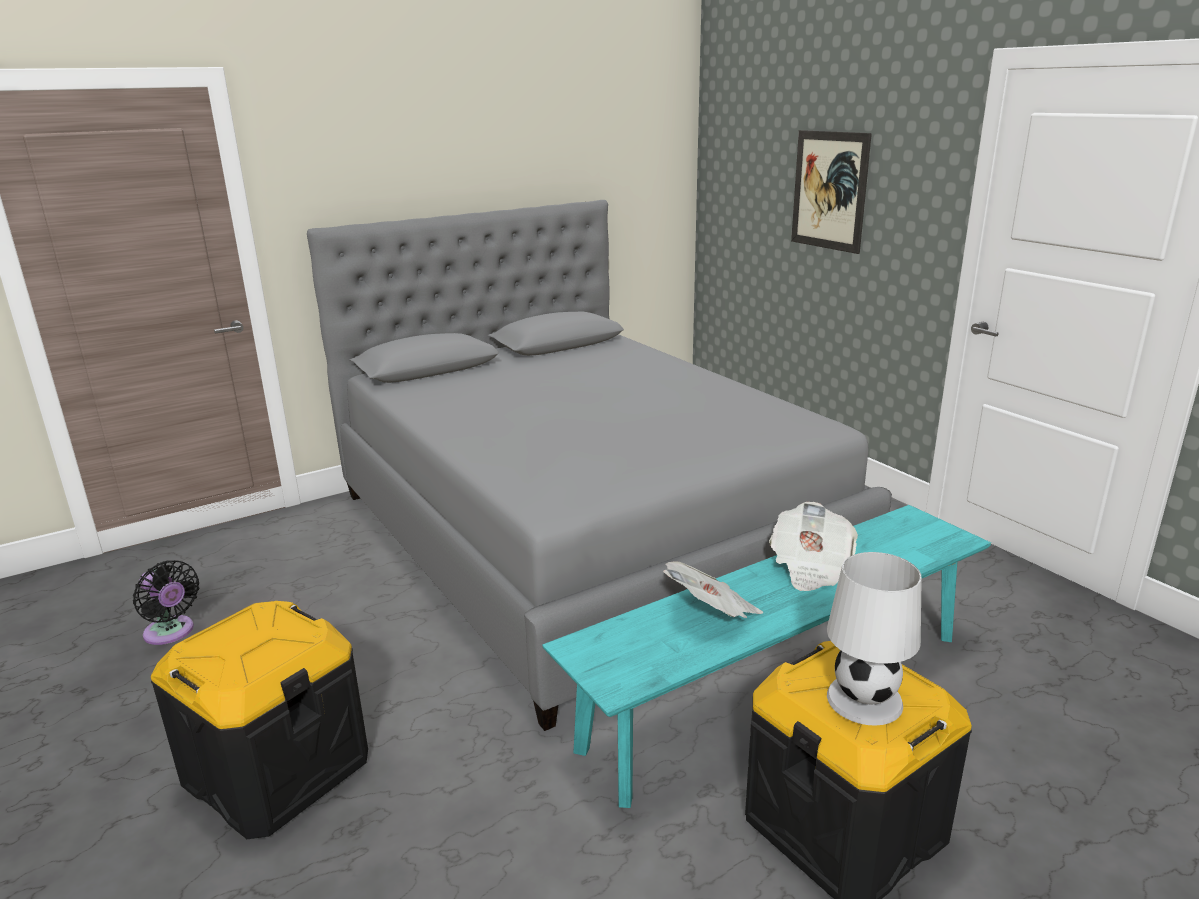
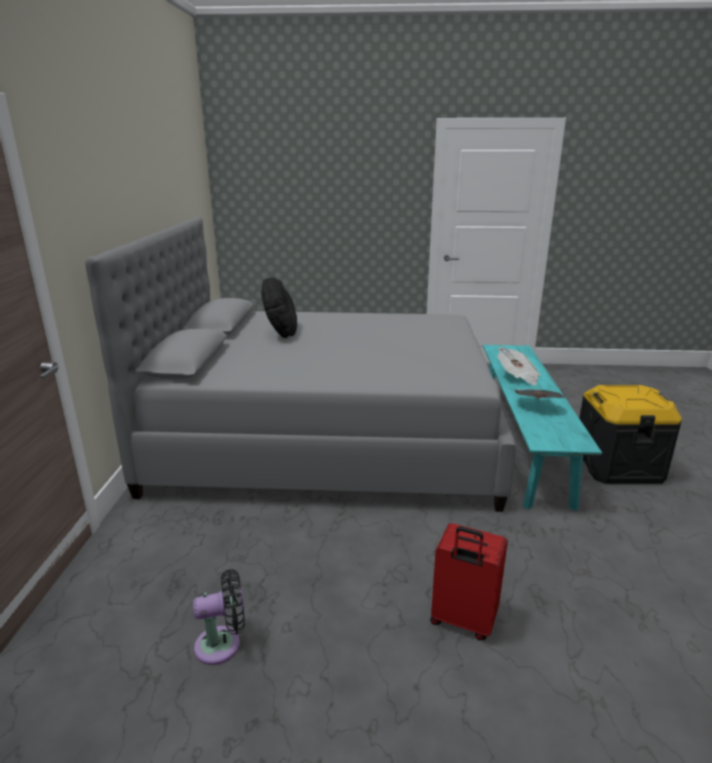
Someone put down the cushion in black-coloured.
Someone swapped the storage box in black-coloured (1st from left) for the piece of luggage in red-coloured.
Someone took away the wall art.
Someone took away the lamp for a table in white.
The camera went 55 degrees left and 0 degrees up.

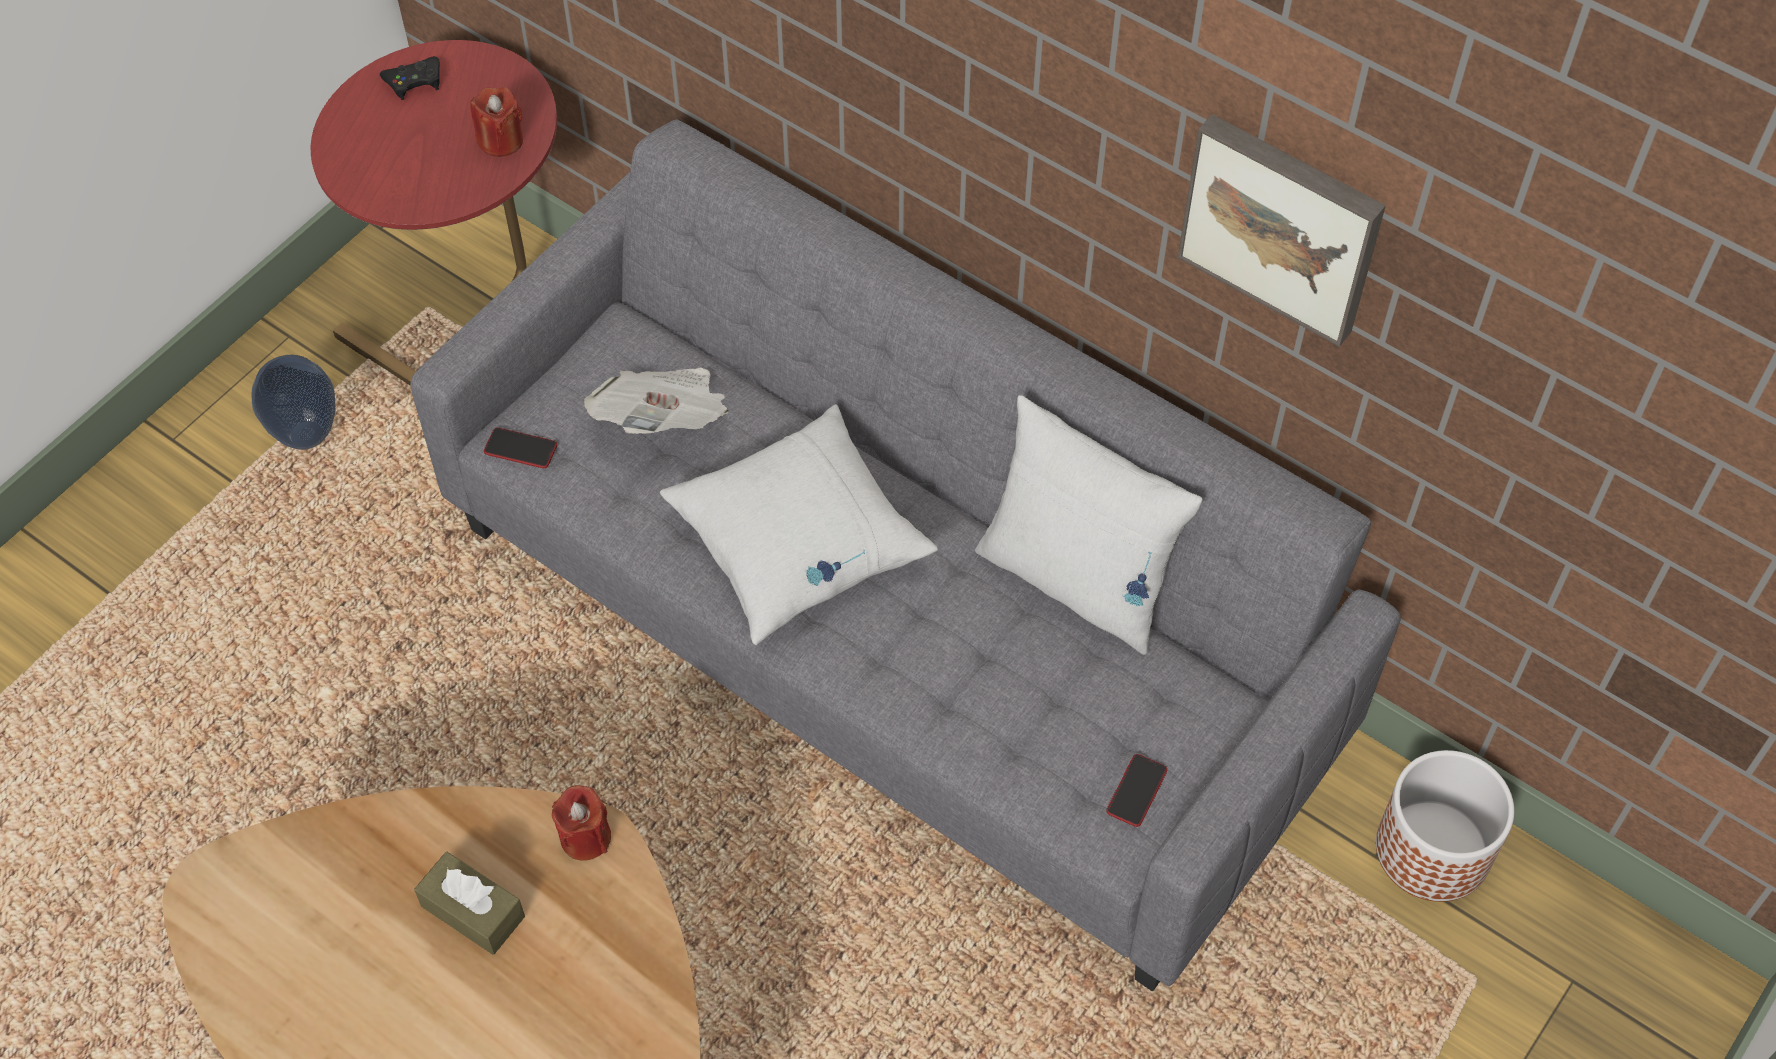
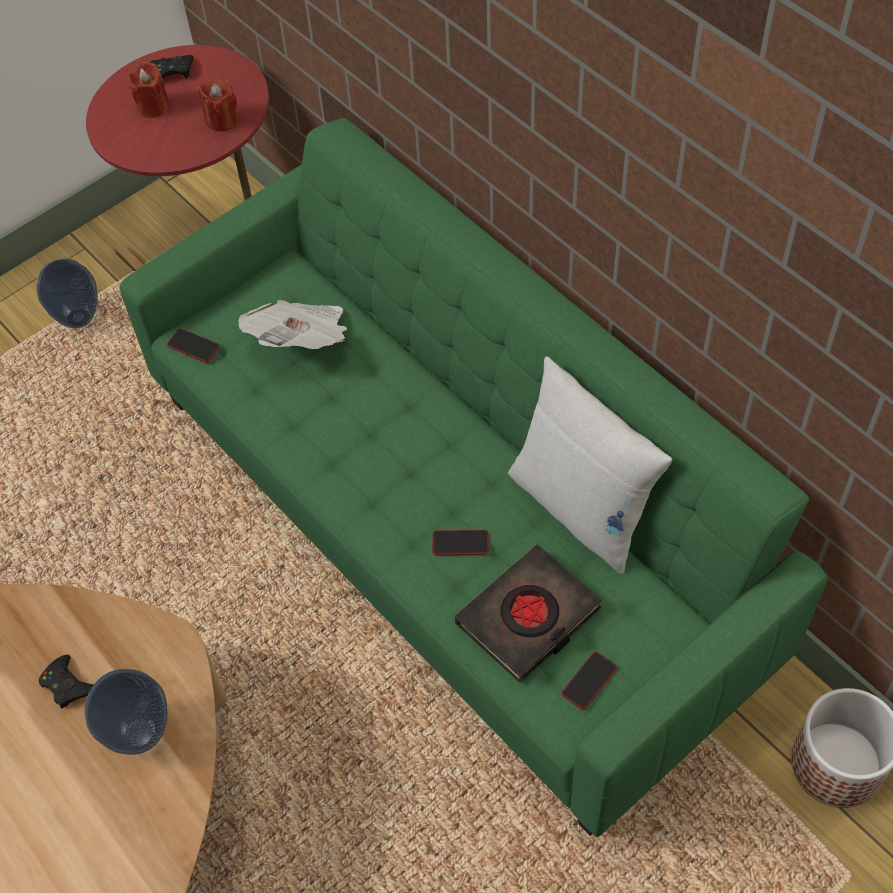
Someone swapped the tissue box in brown for the joypad in black-coloured (1st from left).
Someone put down the vase (2nd from left).
Someone repainted the couch in grey, which became the couch in green-coloured.
Someone carried the wax candle in red-coloured (2nd from left in the first image).
Someone put down the telephone (2nd from left).
Someone put down the book in black-coloured.
Someone took away the cushion in grey (1st from left).
Someone took away the wall art.
The camera went 15 degrees right and 0 degrees up.

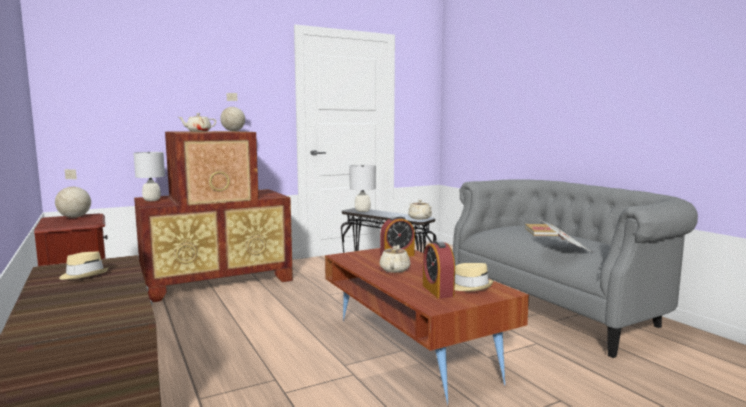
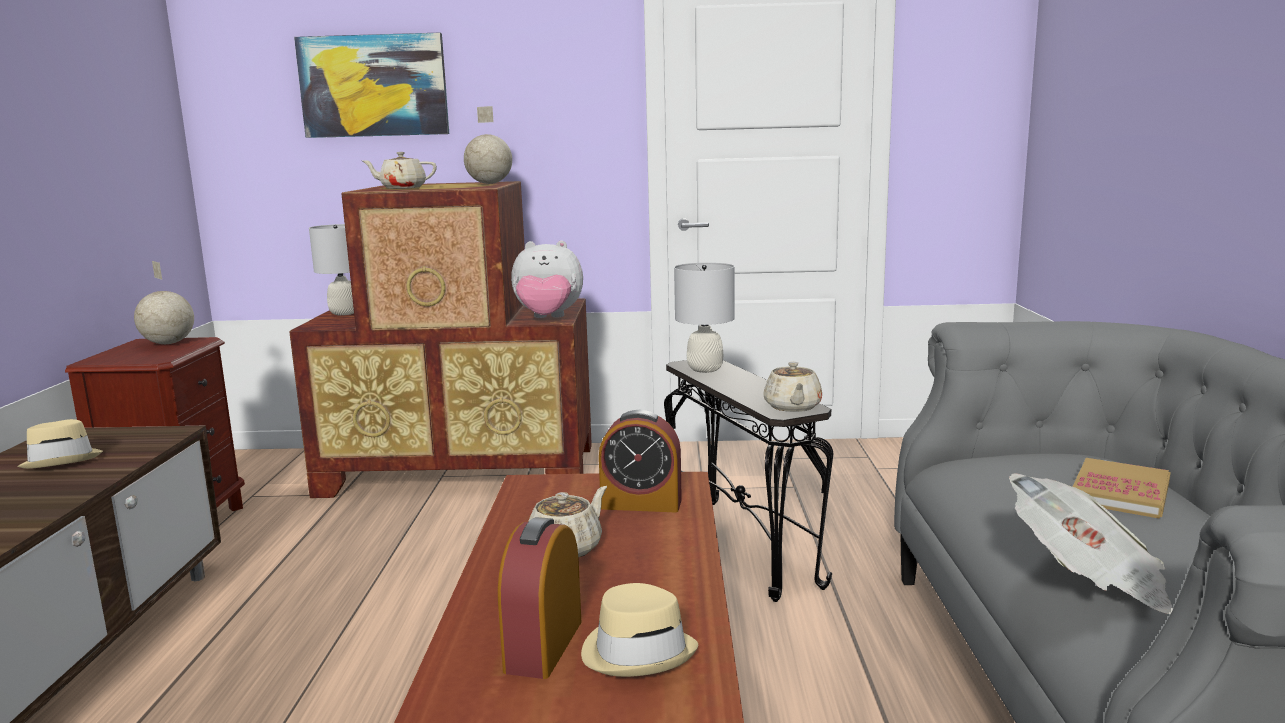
Someone put up the wall art.
Someone put down the soft toy.
The camera went 30 degrees right and 5 degrees up.

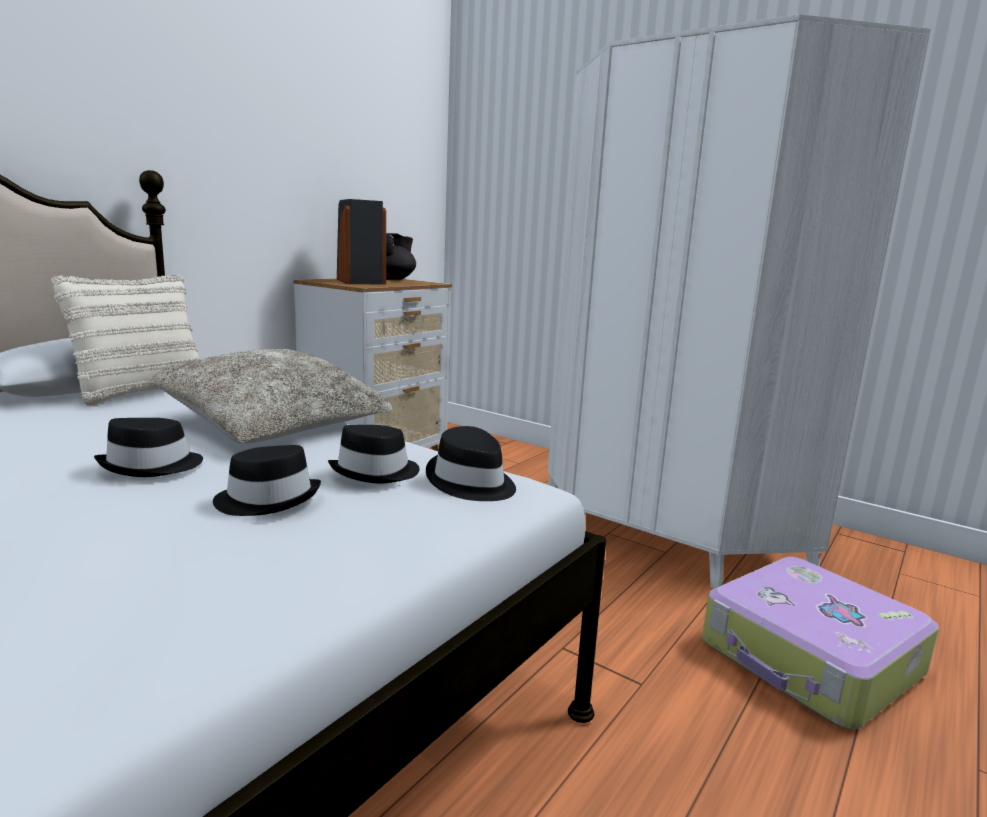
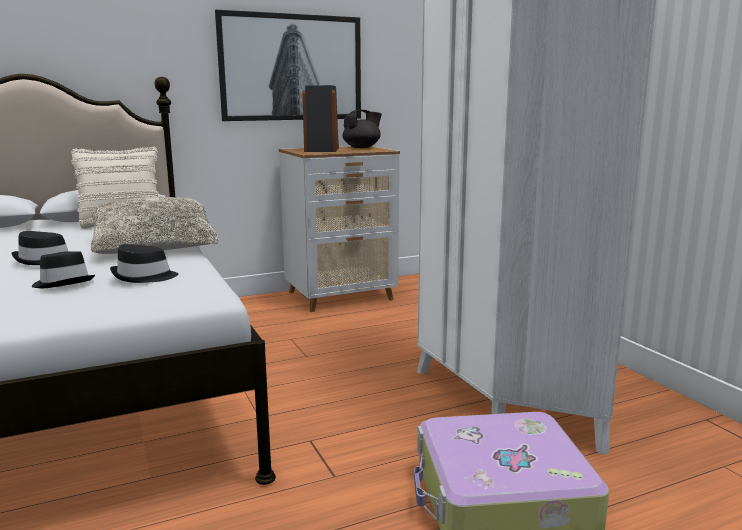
Someone put up the wall art.
Someone took away the clothing hat in black-coloured (4th from left).
The camera went 30 degrees right and 0 degrees up.

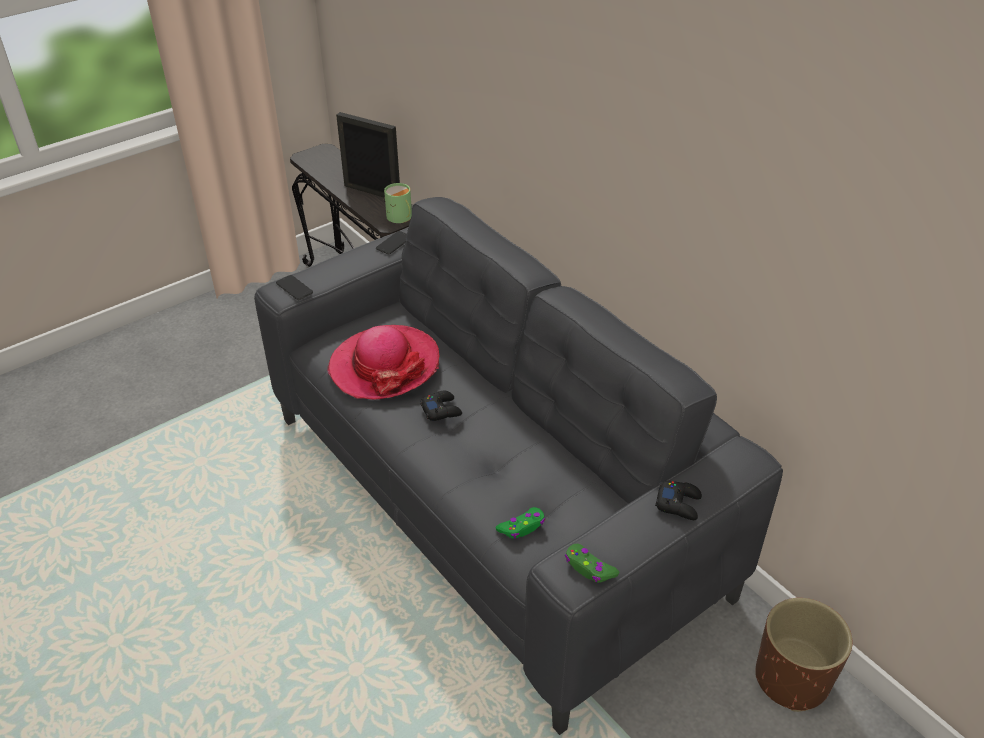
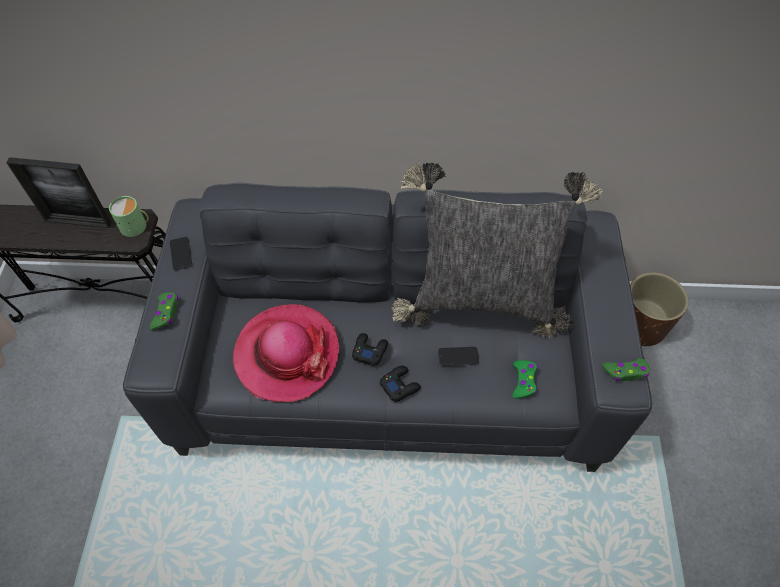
Someone rotated the picture frame by 150 degrees counterclockwise.
Someone put down the joypad in green-coloured (1st from left).
Someone carried the joypad in black-coloured (2nd from left).
Someone put down the cushion.
Someone carried the telephone (1st from left in the first image).
The camera went 50 degrees left and 15 degrees up.

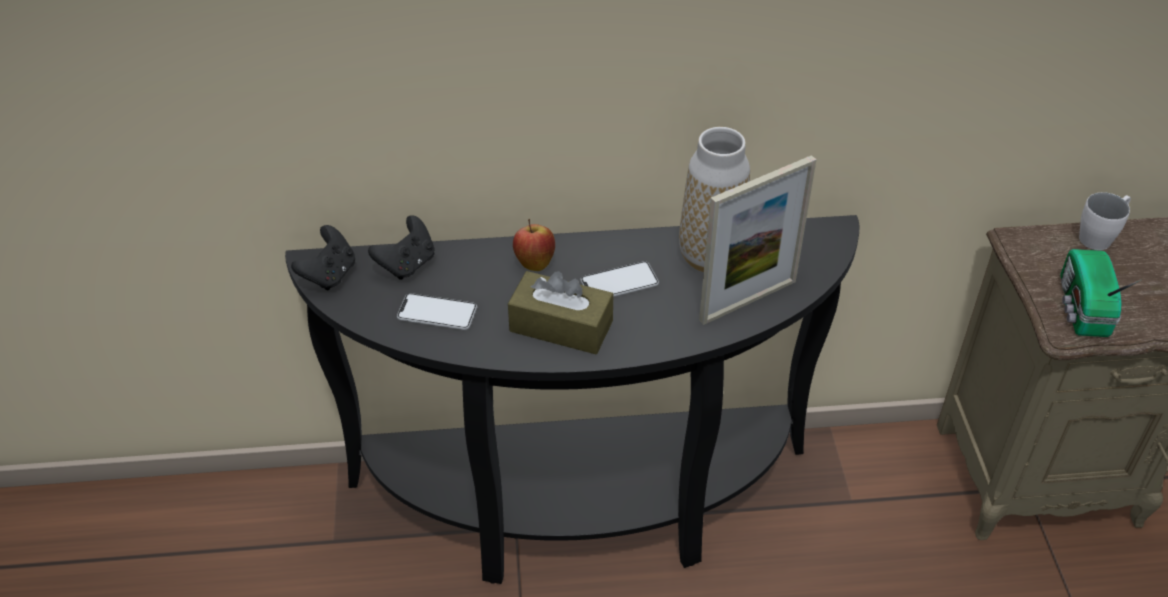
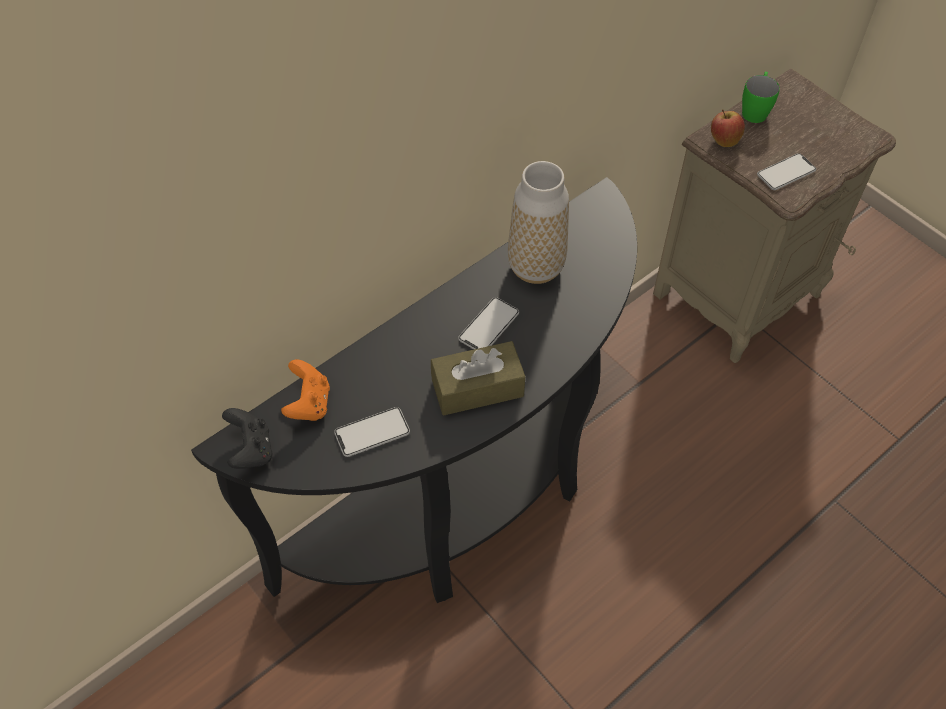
Someone repainted the joypad in black-coloured (2nd from left), which became the joypad in orangey.
Someone carried the apple.
Someone repainted the coffee mug in white, which became the coffee mug in green-coloured.
Someone swapped the radio set for the telephone (3rd from left).
Someone took away the picture frame.
The camera went 35 degrees left and 10 degrees up.

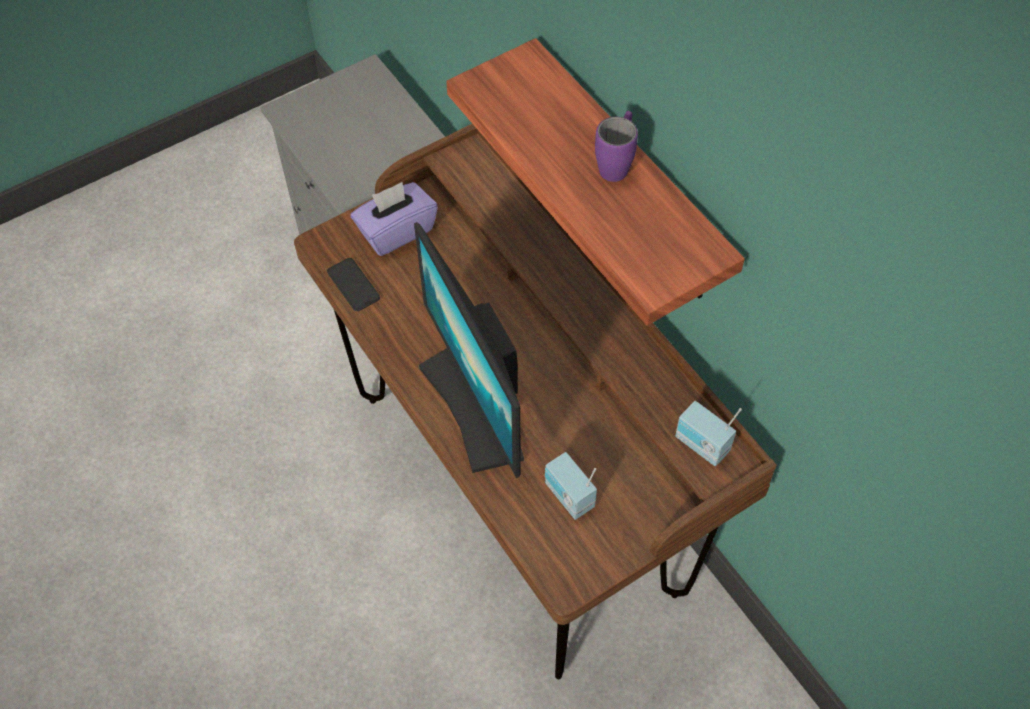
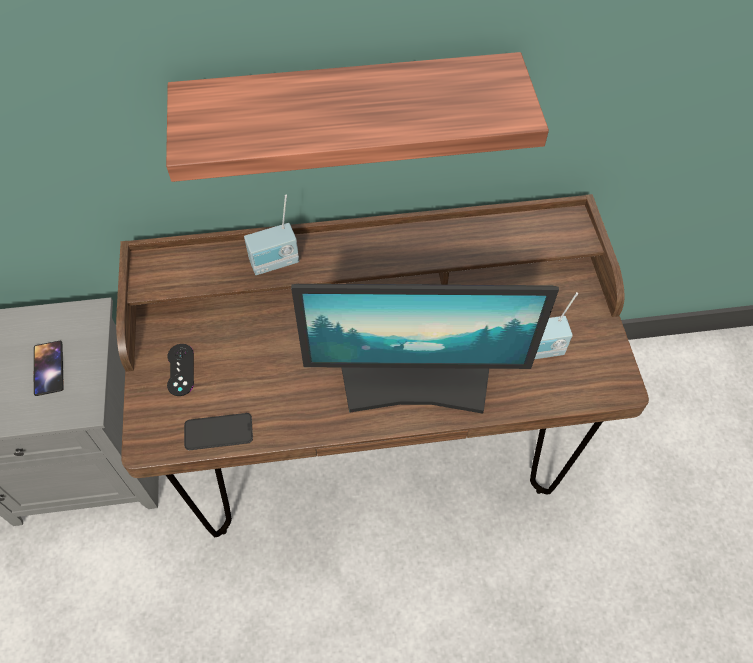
Someone put down the telephone (1st from left).
Someone swapped the tissue box in purple-coloured for the joypad in black-coloured.
Someone carried the radio set (2nd from left in the first image).
Someone took away the coffee mug in purple-coloured.
The camera went 65 degrees left and 0 degrees up.

